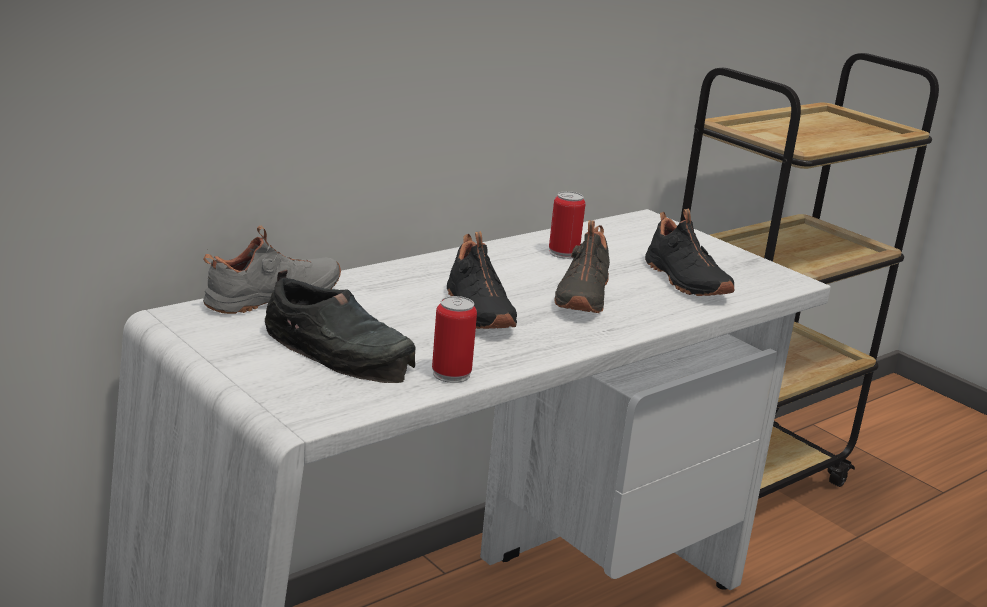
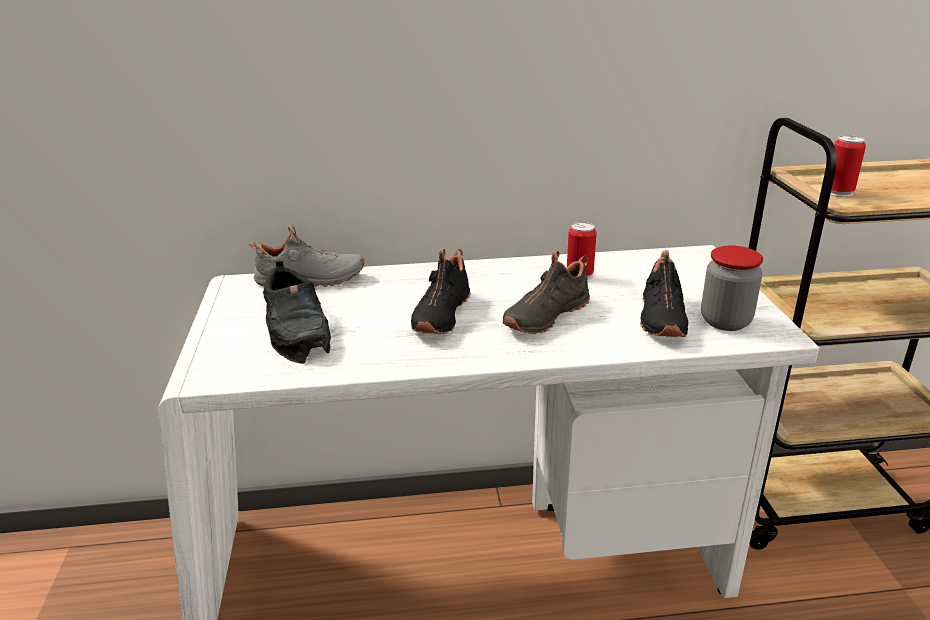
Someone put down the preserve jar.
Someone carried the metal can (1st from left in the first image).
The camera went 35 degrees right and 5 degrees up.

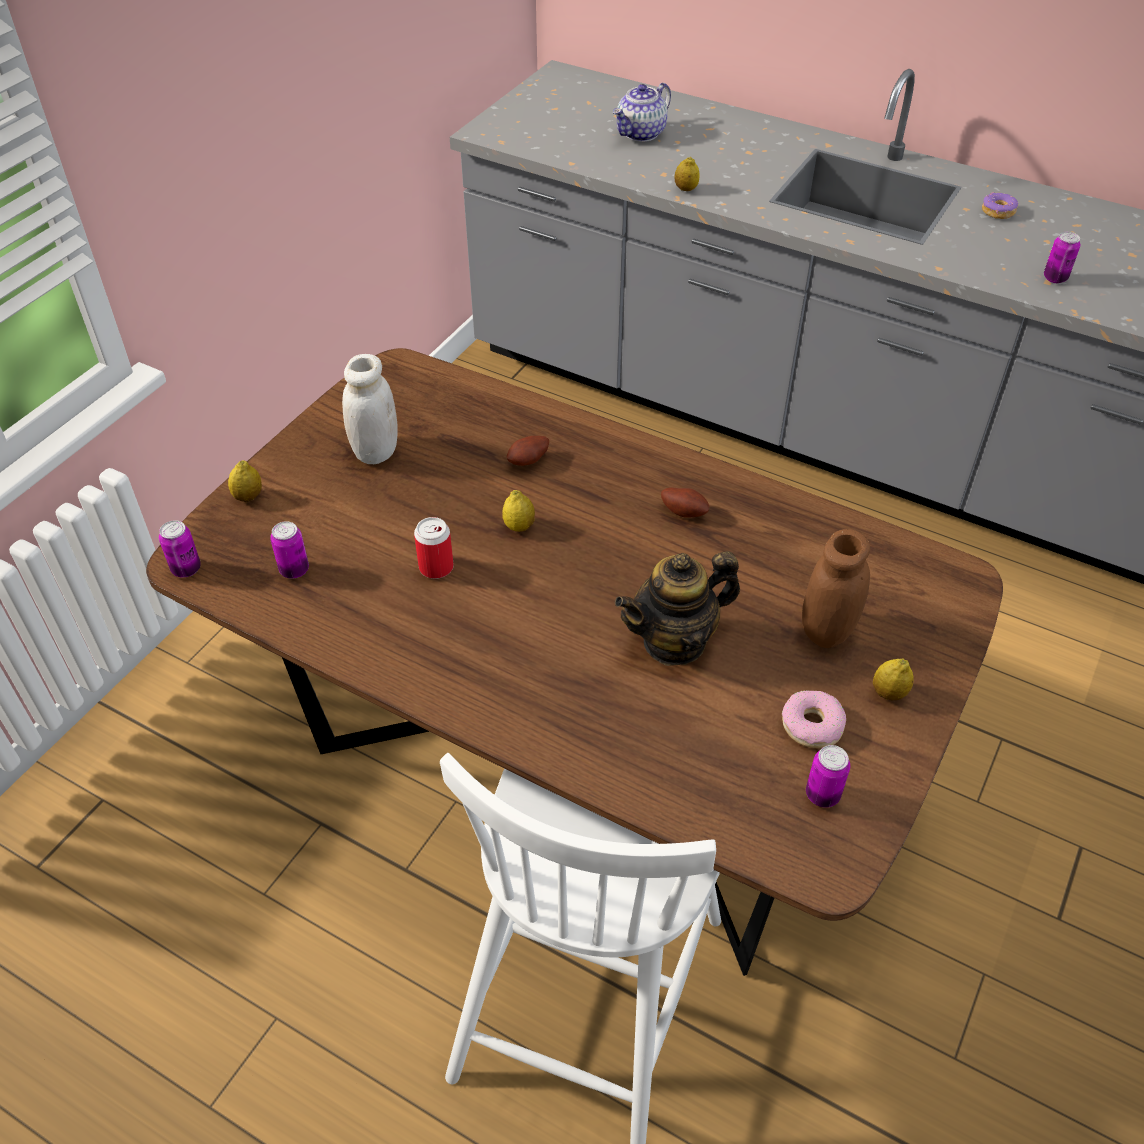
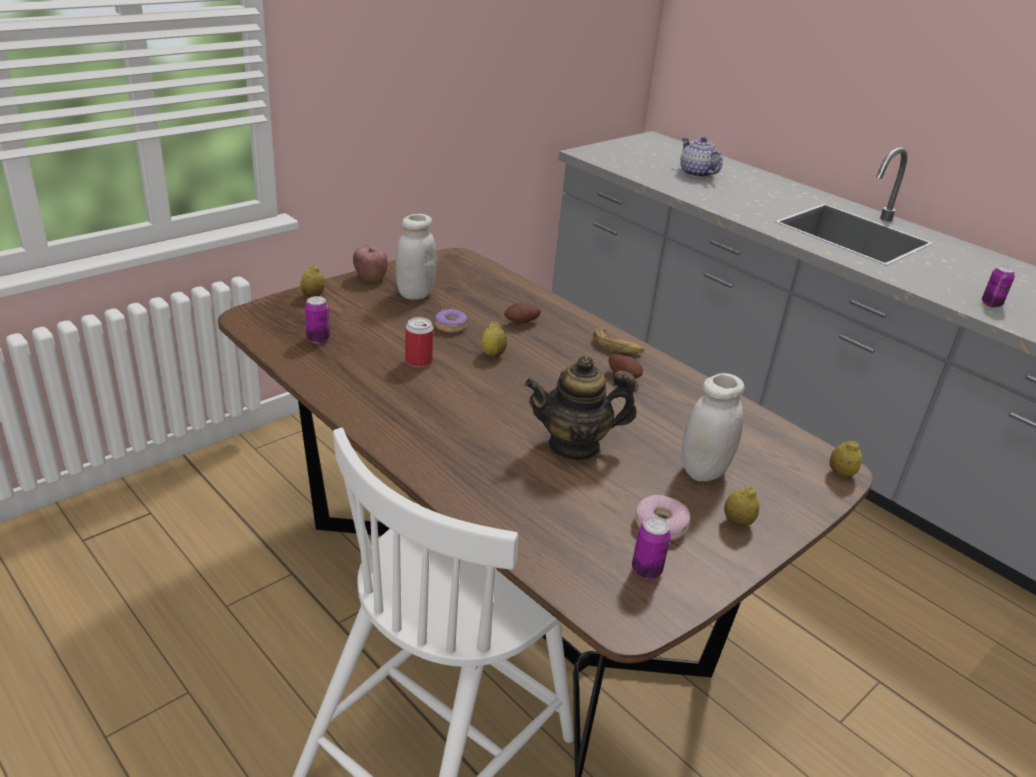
Someone put down the apple.
Someone carried the ring doughnut (2nd from left in the first image).
Someone put down the banana.
Someone rotated the teapot (1st from left in the first image) by 90 degrees clockwise.
Someone repainted the preserve jar in brown, which became the preserve jar in white (2nd from left).
Someone carried the citrus fruit (3rd from left in the first image).
Someone took away the metal can (1st from left).
The camera went 15 degrees right and 15 degrees down.

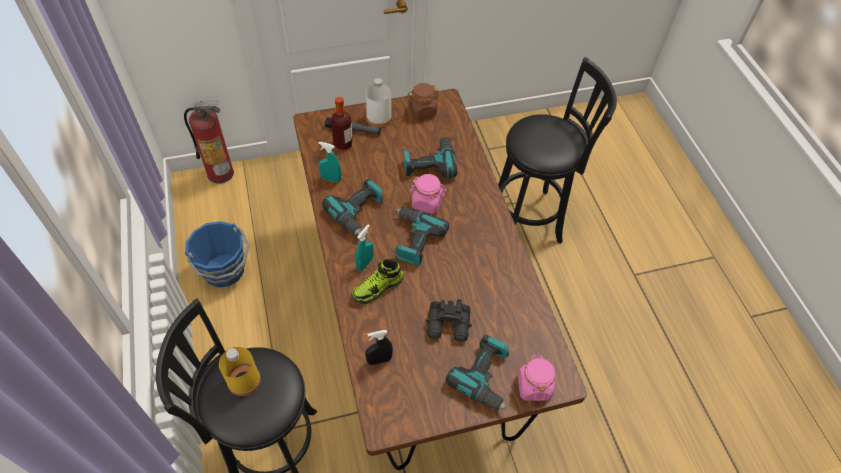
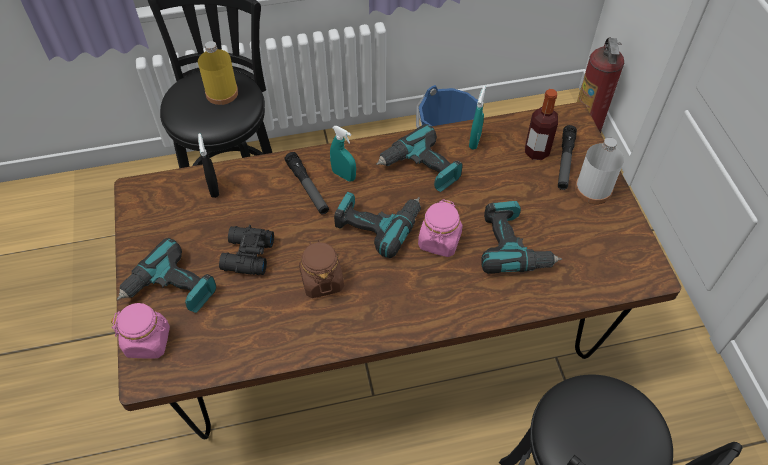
Someone swapped the shoe for the hand torch (1st from left).
Someone carried the preserve jar in brown.
The camera went 95 degrees right and 0 degrees up.

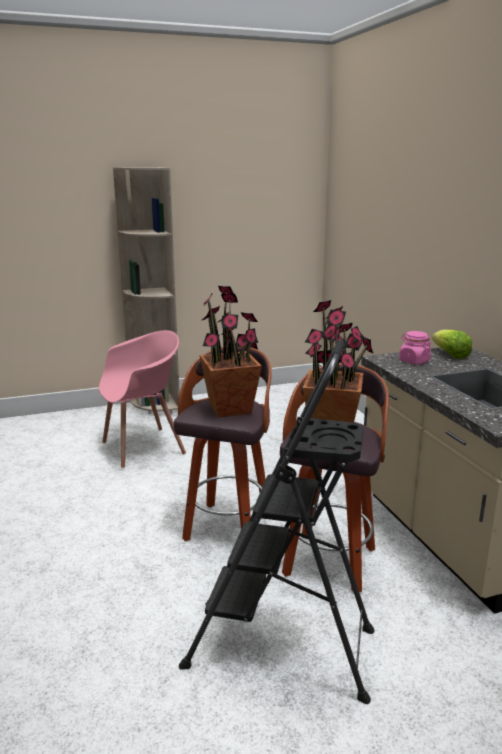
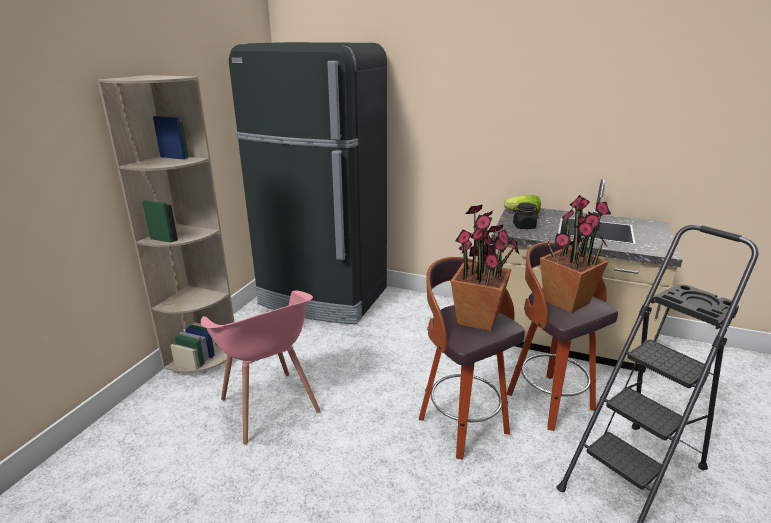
Someone rotated the chair in pinkish by 135 degrees clockwise.
Someone put down the fridge in black-coloured.
Someone repainted the preserve jar in pinkish, which became the preserve jar in black-coloured.
The camera went 50 degrees left and 5 degrees up.

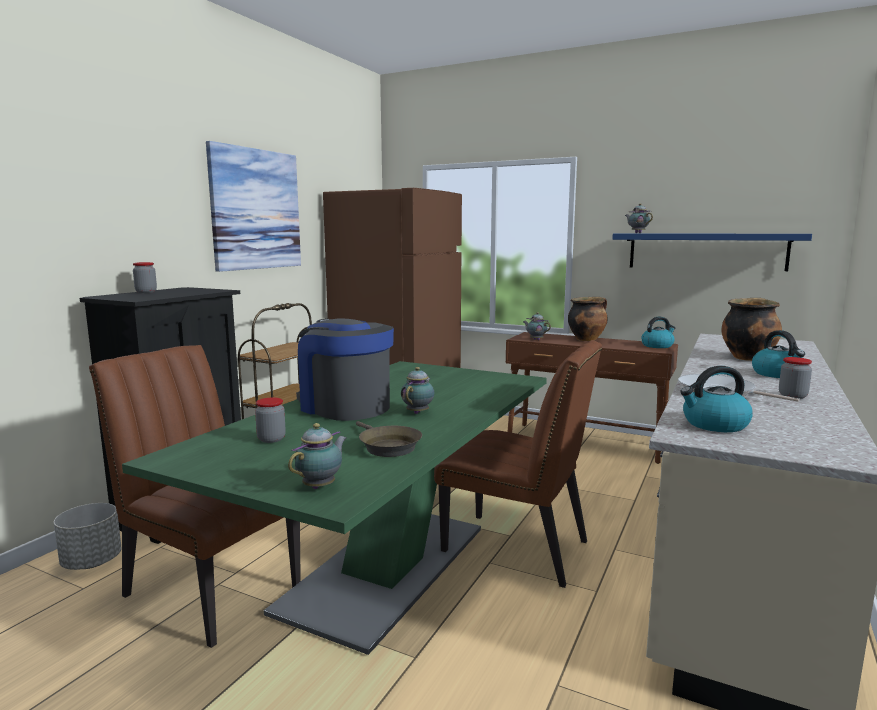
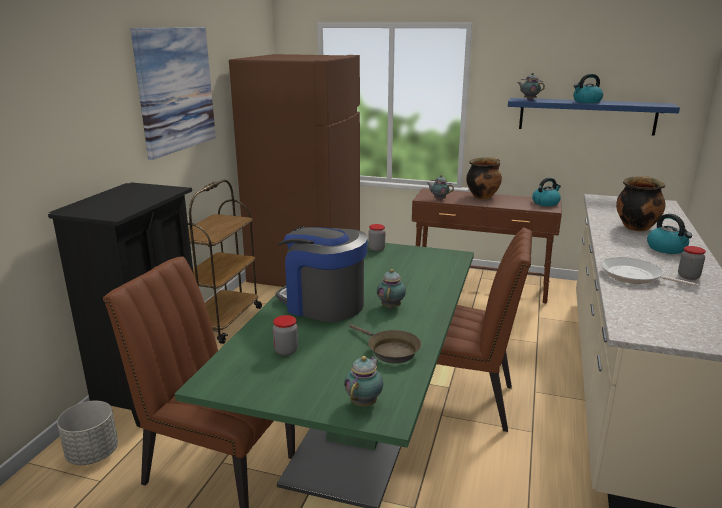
Someone carried the preserve jar (1st from left in the first image).
Someone carried the kettle (2nd from left).
The camera went 10 degrees left and 10 degrees up.

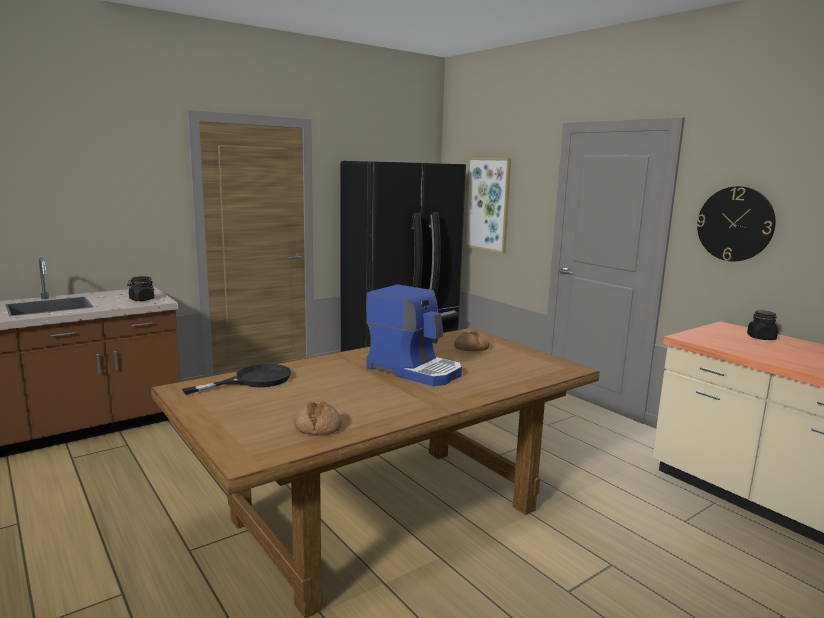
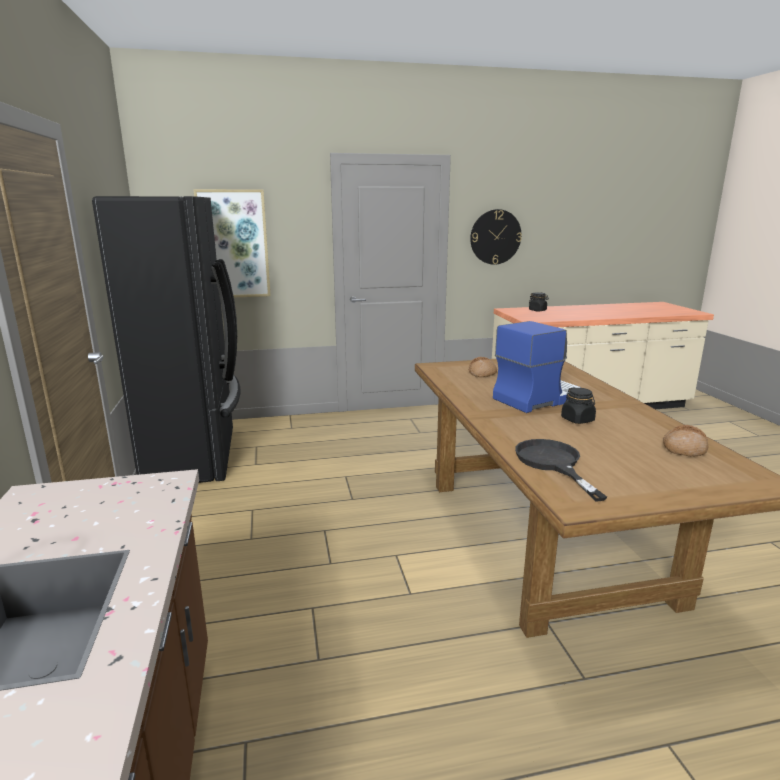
Someone carried the preserve jar in black-coloured (1st from left in the first image).
The camera went 65 degrees left and 5 degrees up.

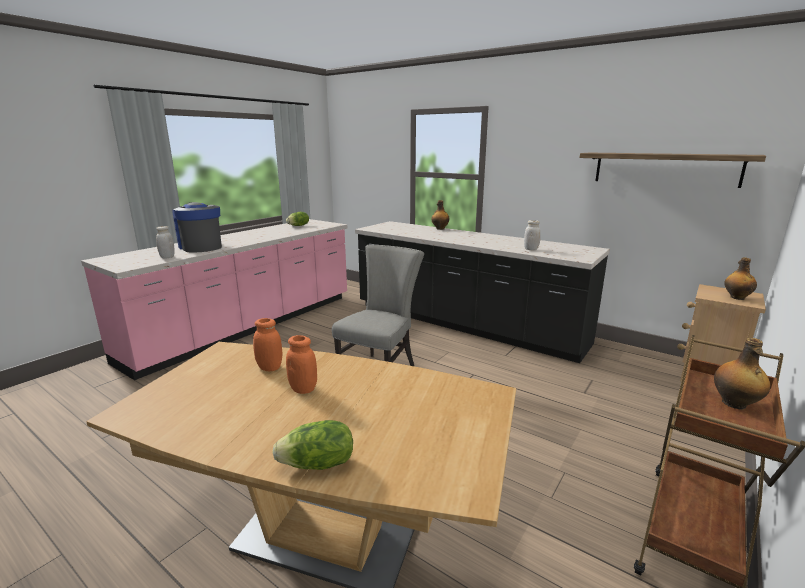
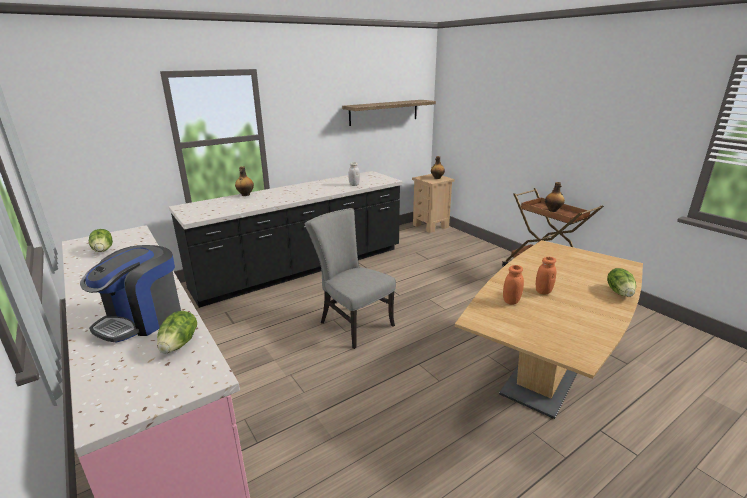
Someone rotated the coffee brewer by 45 degrees counterclockwise.
Someone swapped the preserve jar in white (1st from left) for the lettuce (2nd from left).
The camera went 70 degrees left and 5 degrees up.

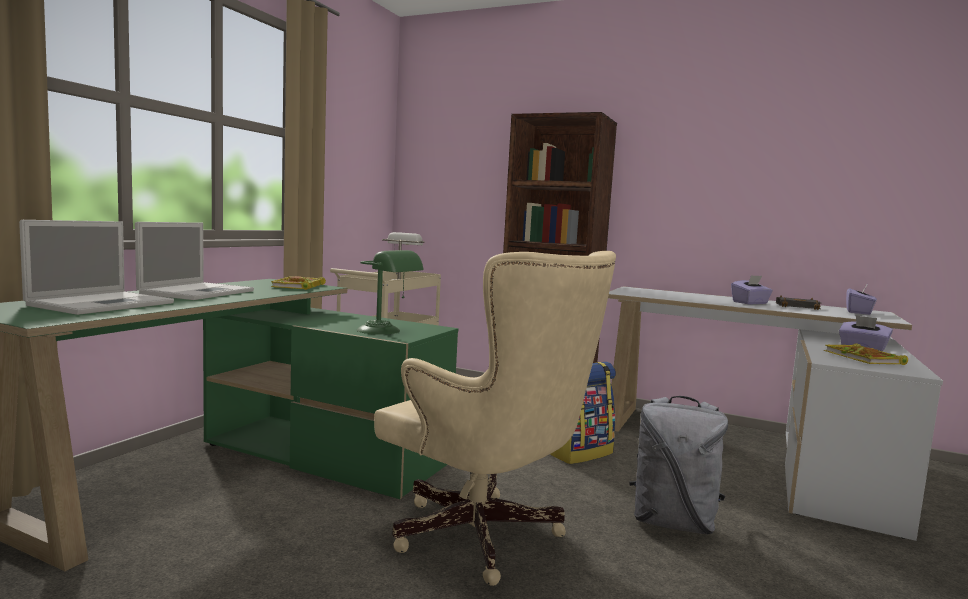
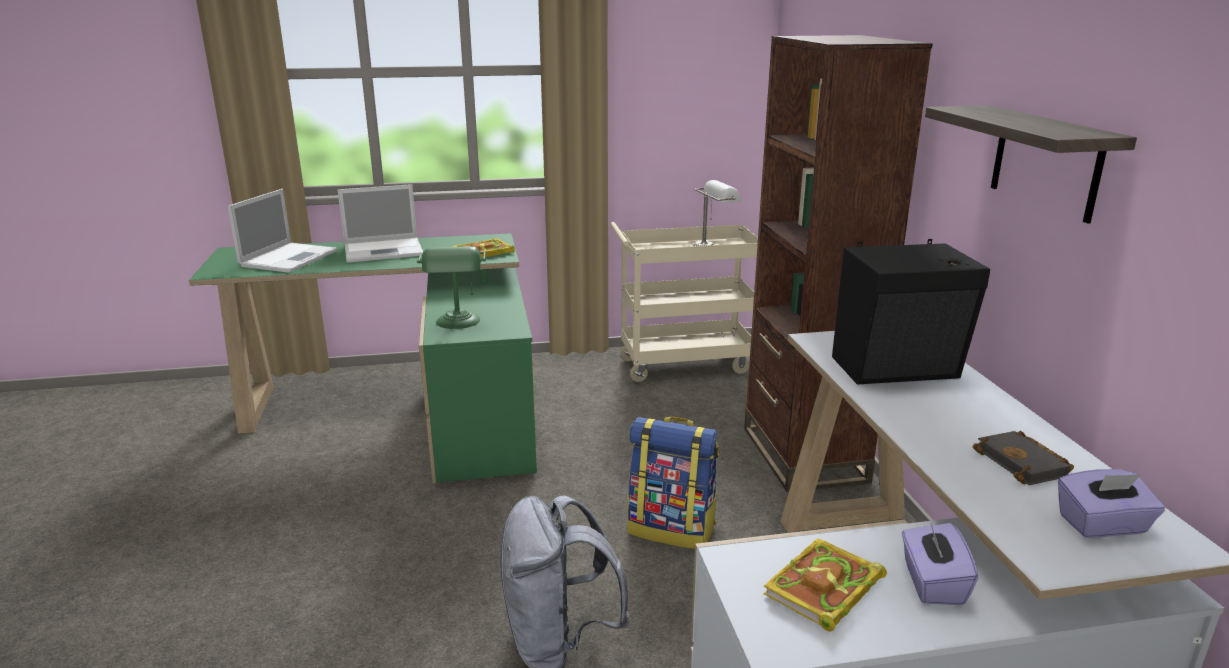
Someone rotated the notebook computer (1st from left) by 60 degrees counterclockwise.
Someone put down the speaker in black-coloured.
Someone put up the shelf.
Someone took away the computer chair in sand-coloured.
Someone took away the tissue box in purple-coloured (1st from left).
The camera went 55 degrees right and 15 degrees up.

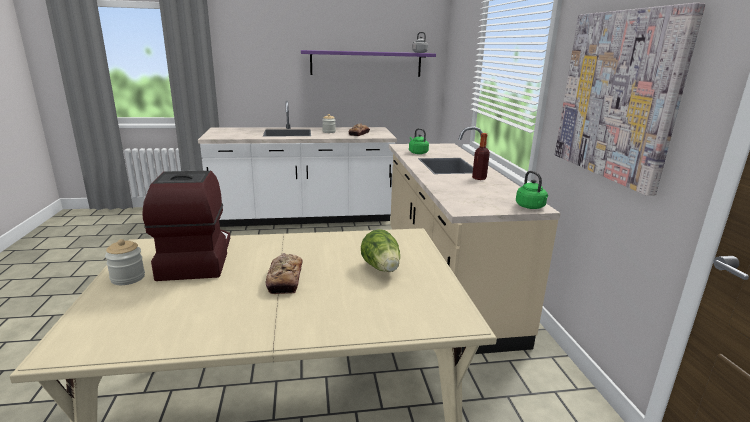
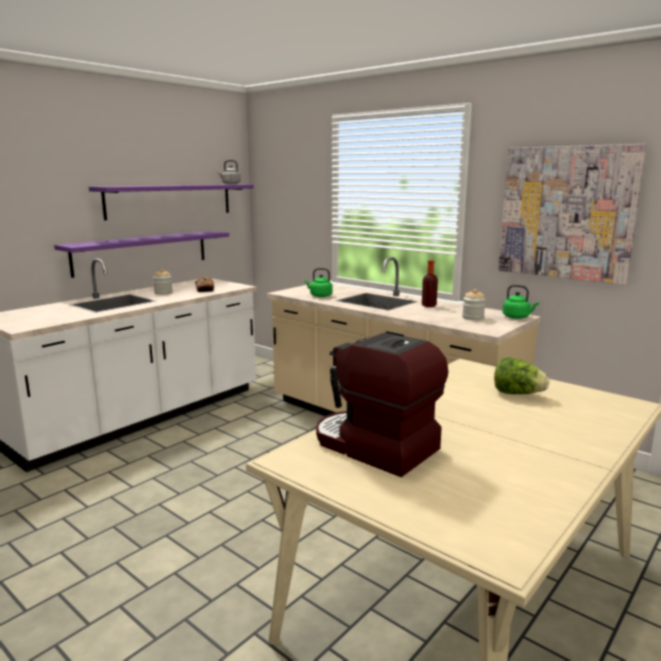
Someone put up the shelf in purple-coloured (1st from left).
Someone carried the preserve jar (1st from left in the first image).
Someone took away the bakery bread (1st from left).
The camera went 40 degrees left and 5 degrees down.

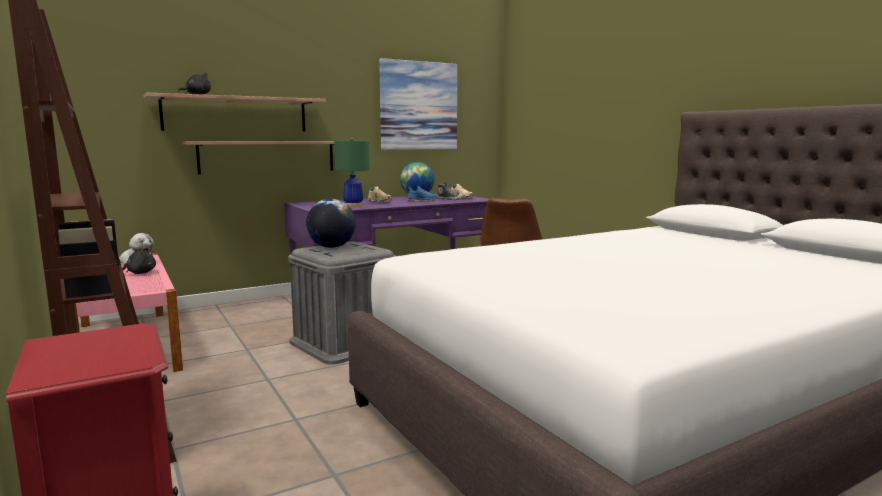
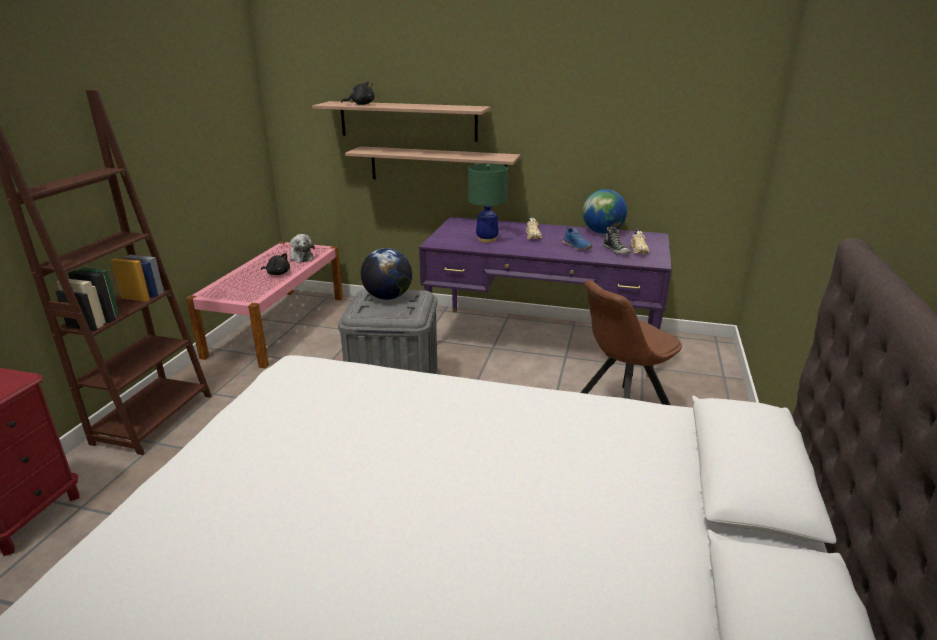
Someone took away the wall art.
The camera went 45 degrees right and 15 degrees up.

